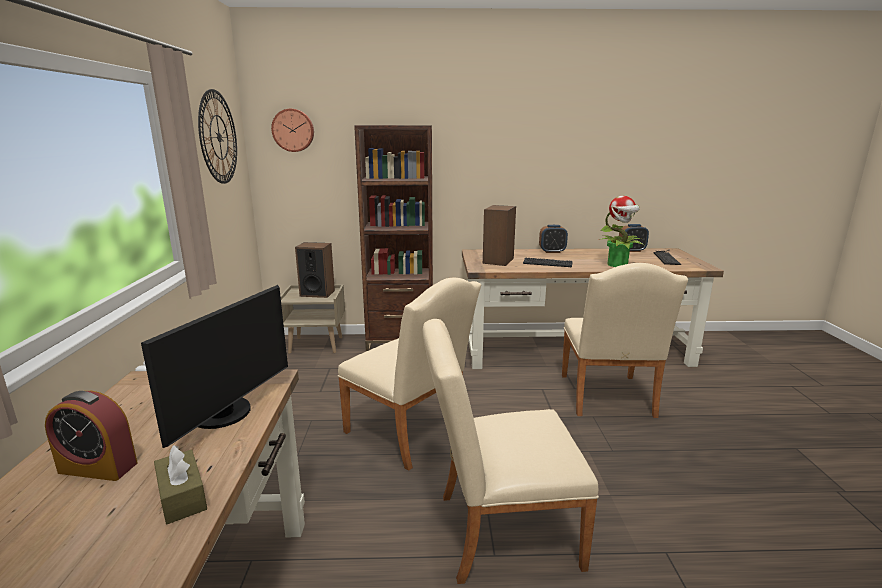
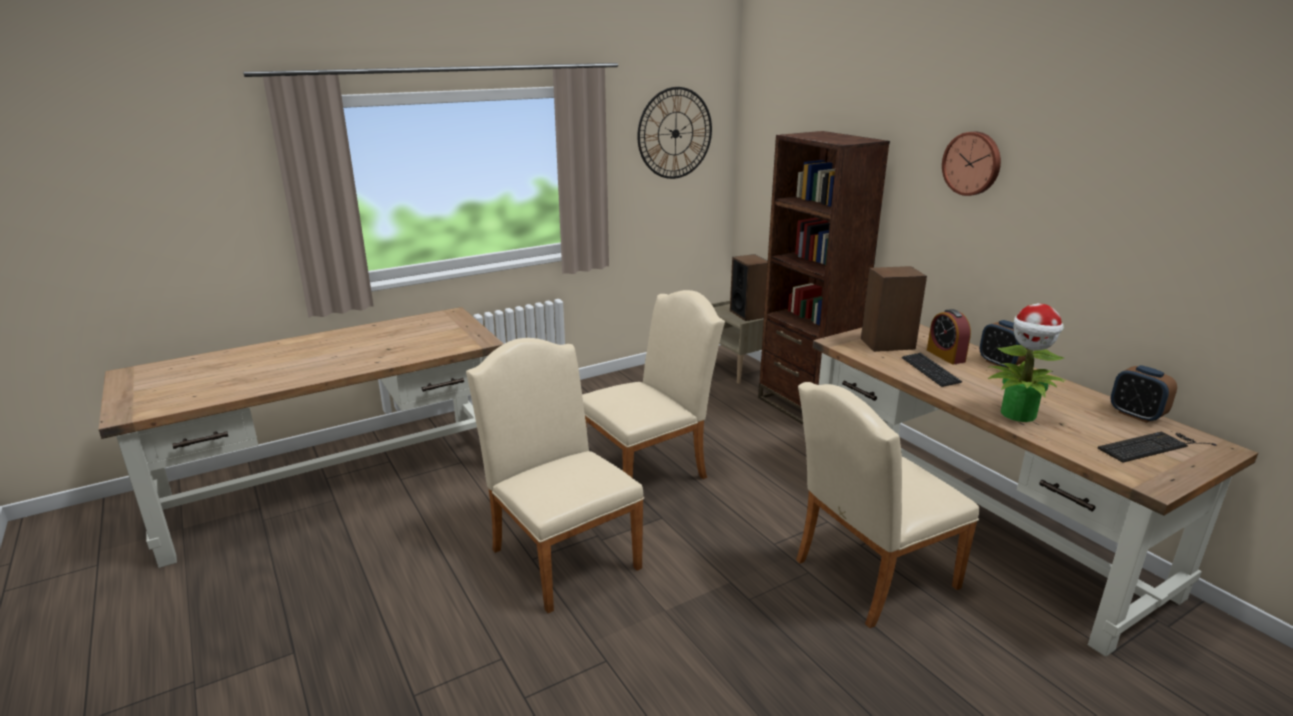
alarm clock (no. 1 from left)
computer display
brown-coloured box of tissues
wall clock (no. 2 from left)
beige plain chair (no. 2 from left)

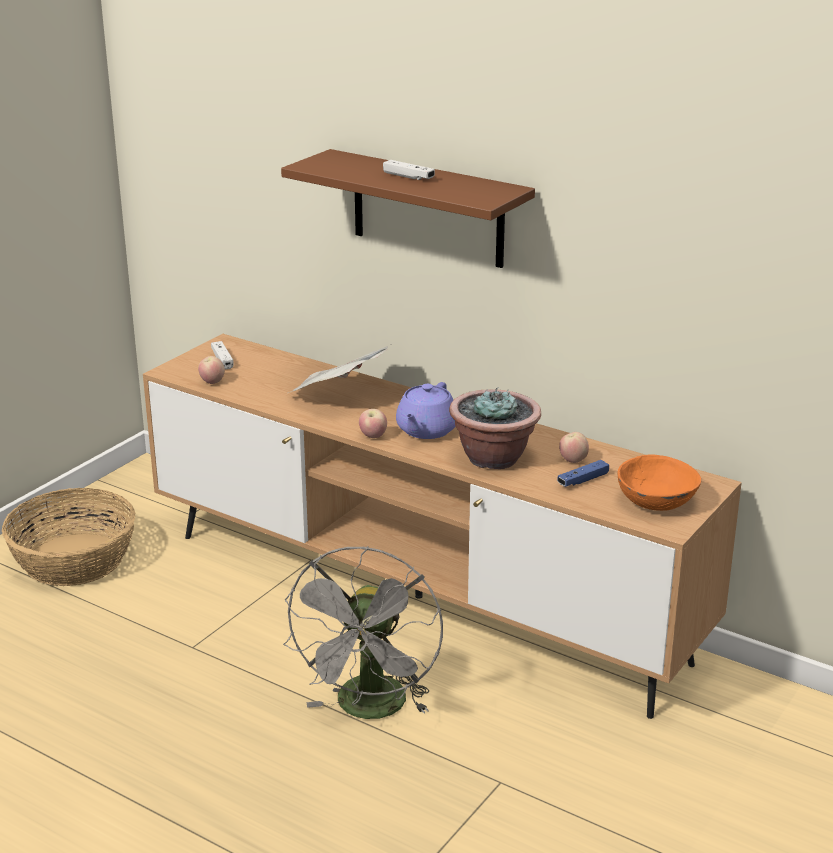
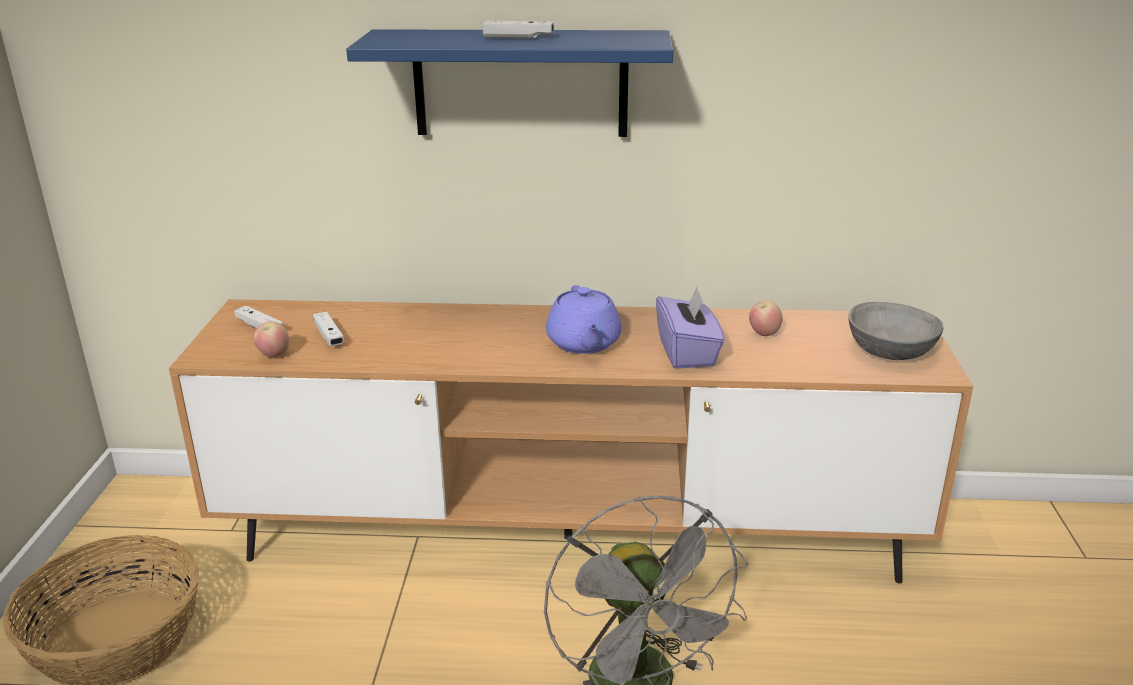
blue wall shelf
newspaper
apple (no. 2 from left in the first image)
purplish box of tissues
blue joypad
greyish bowl
whitish joypad (no. 2 from left)

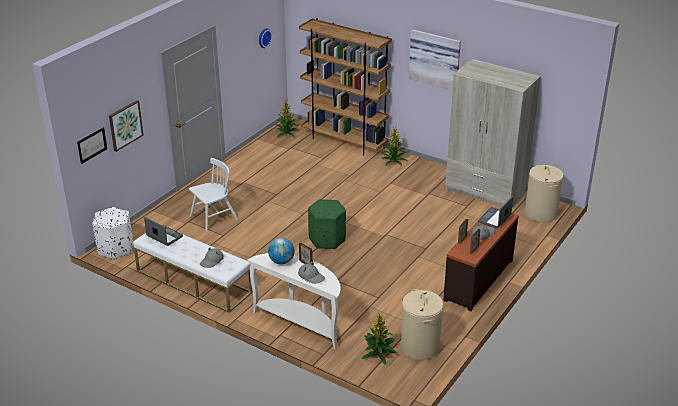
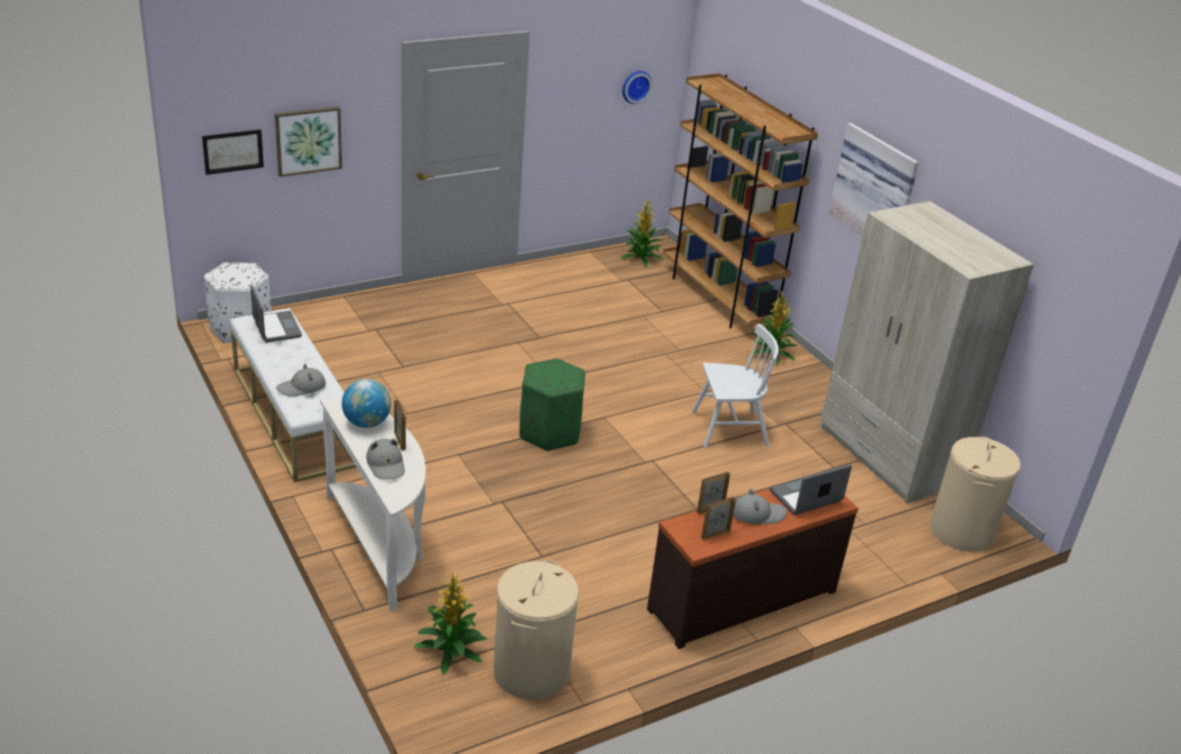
whitish plain chair

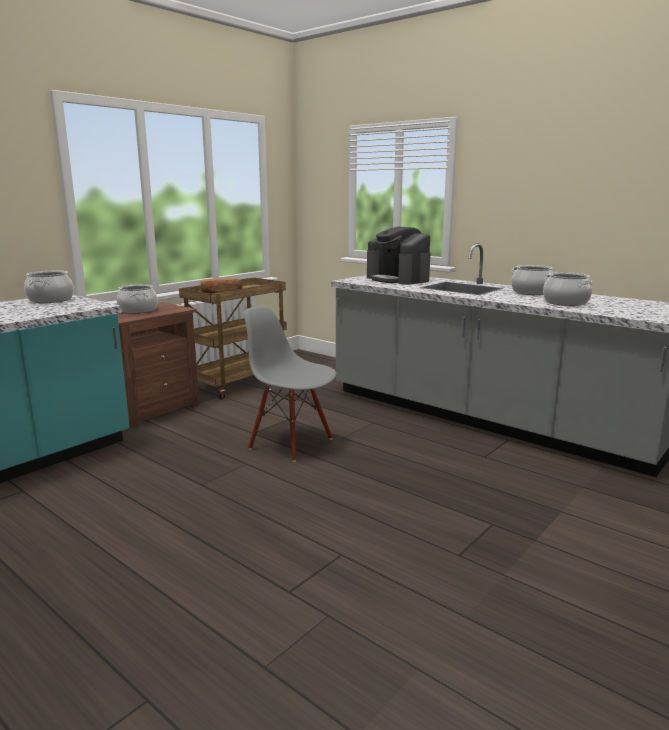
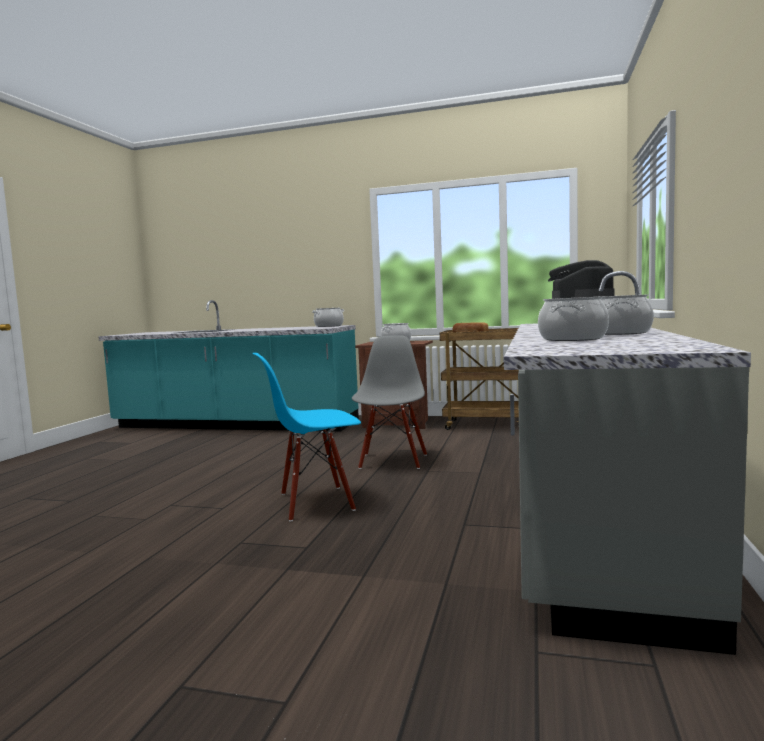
blue plain chair

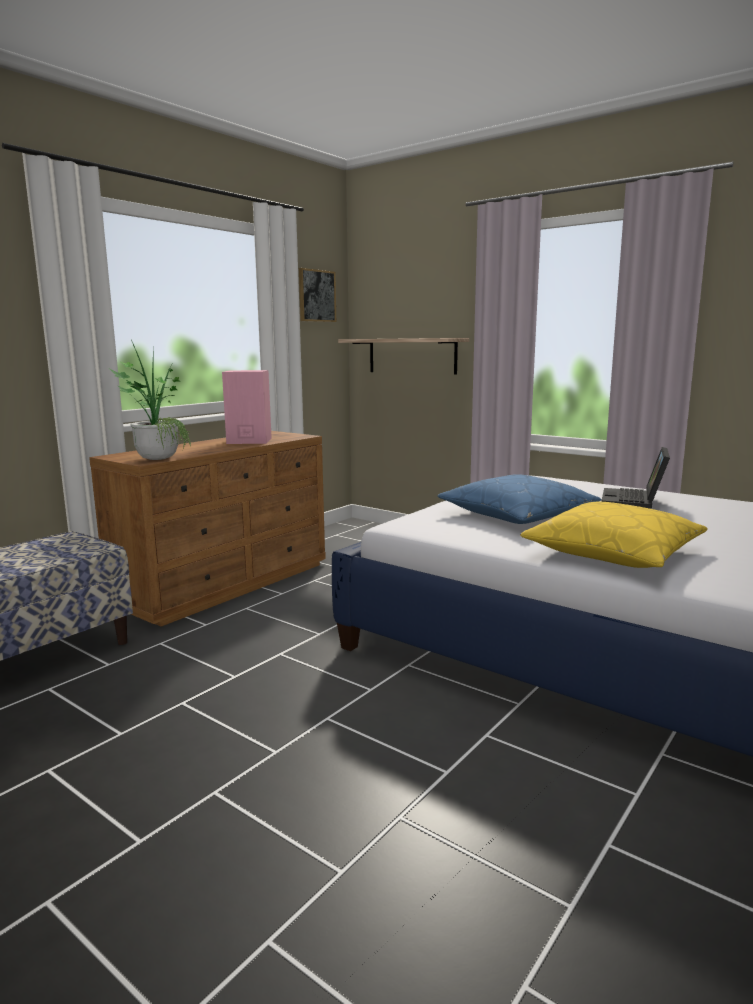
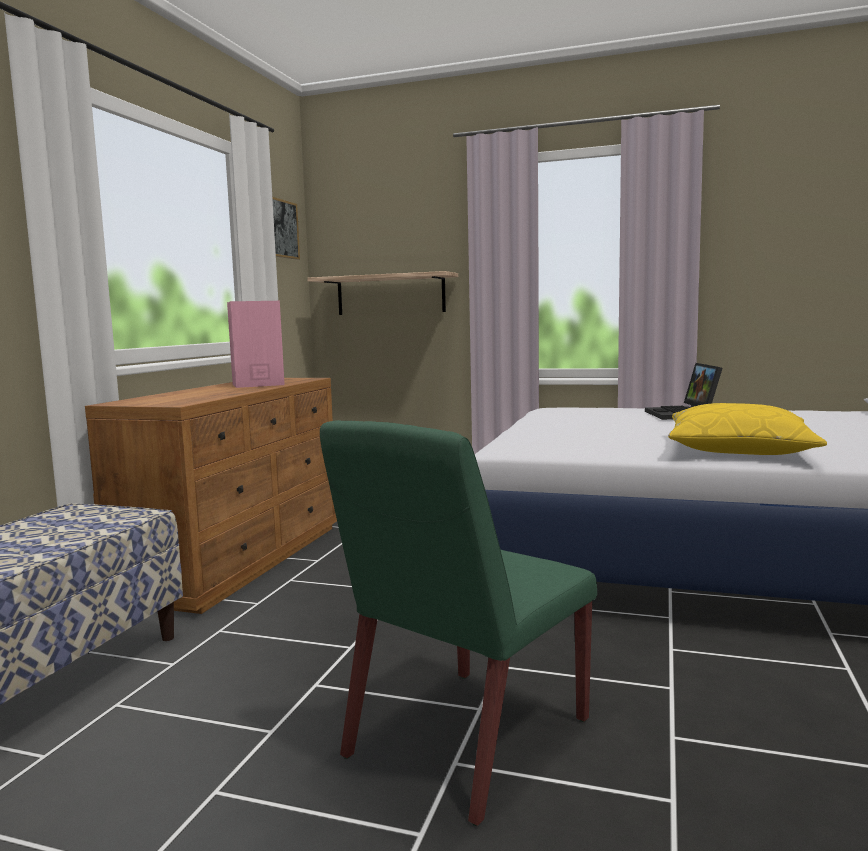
potted plant
blue cushion
green-coloured plain chair

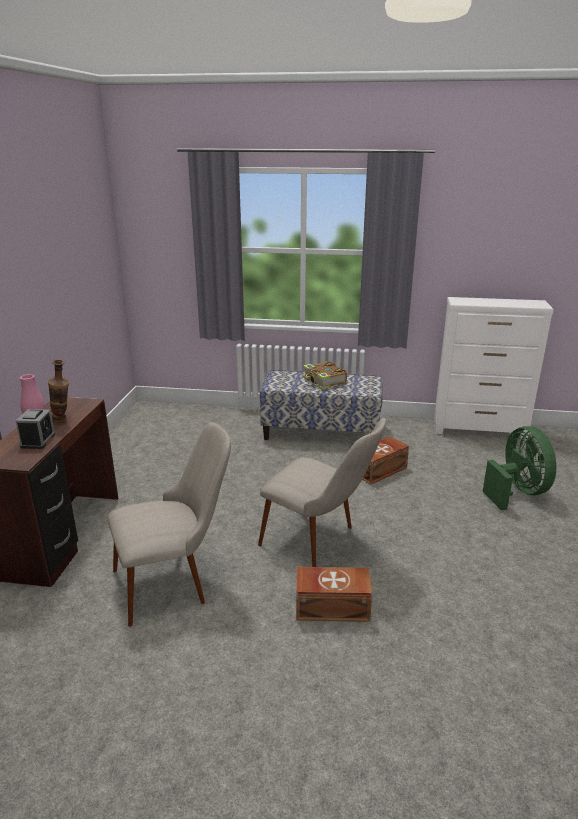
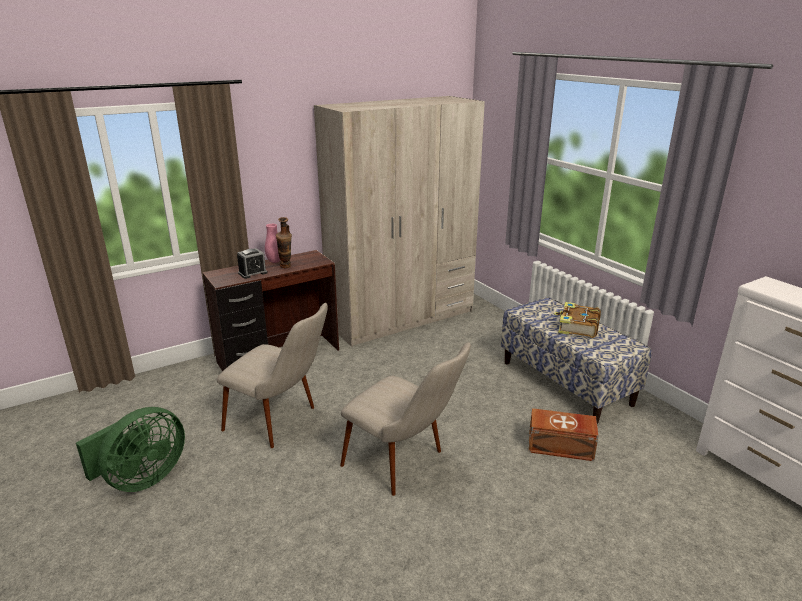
beige plain chair (no. 2 from left)
brown-coloured storage container (no. 1 from left in the first image)
green-coloured fan
beige wardrobe

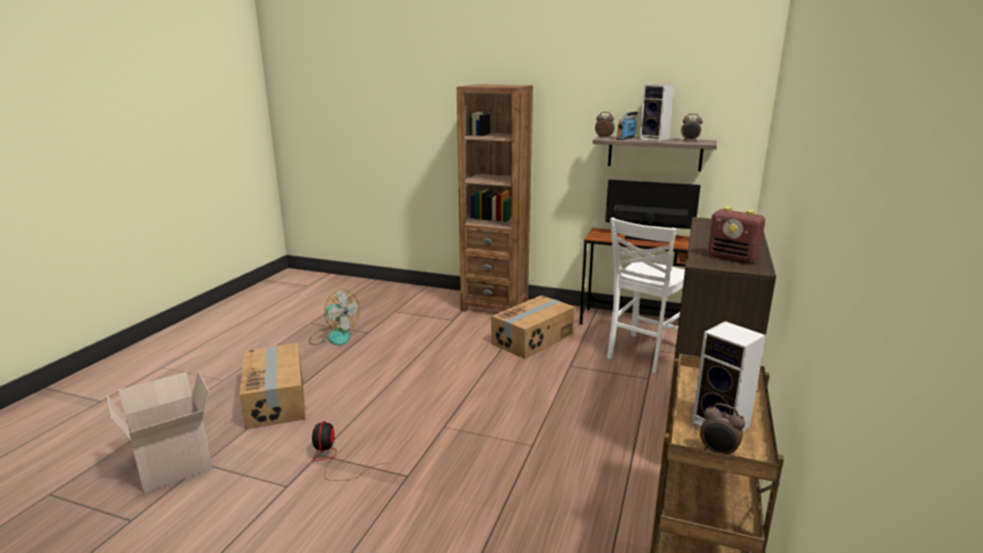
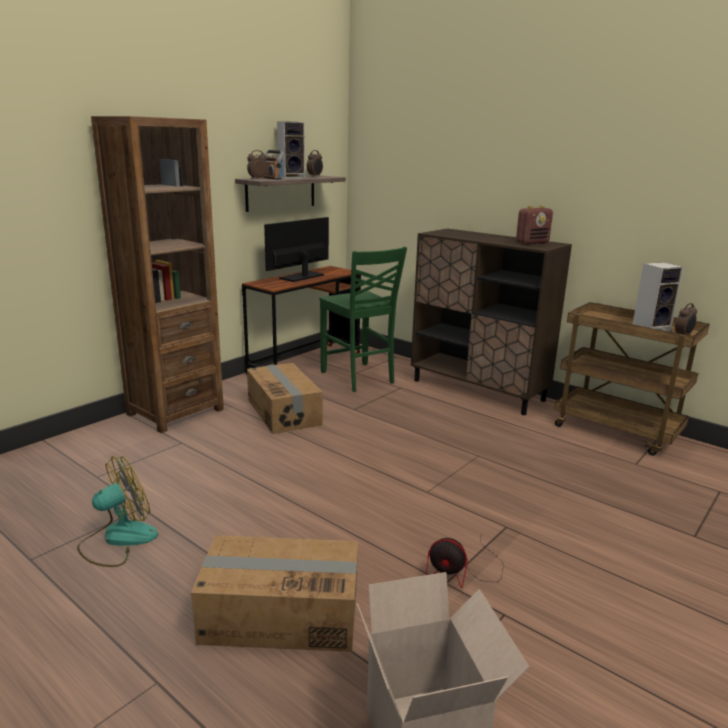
green-coloured plain chair

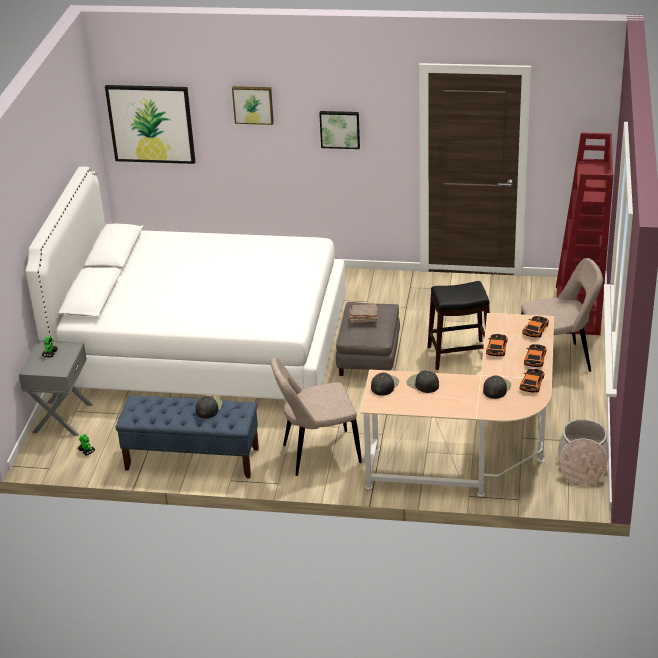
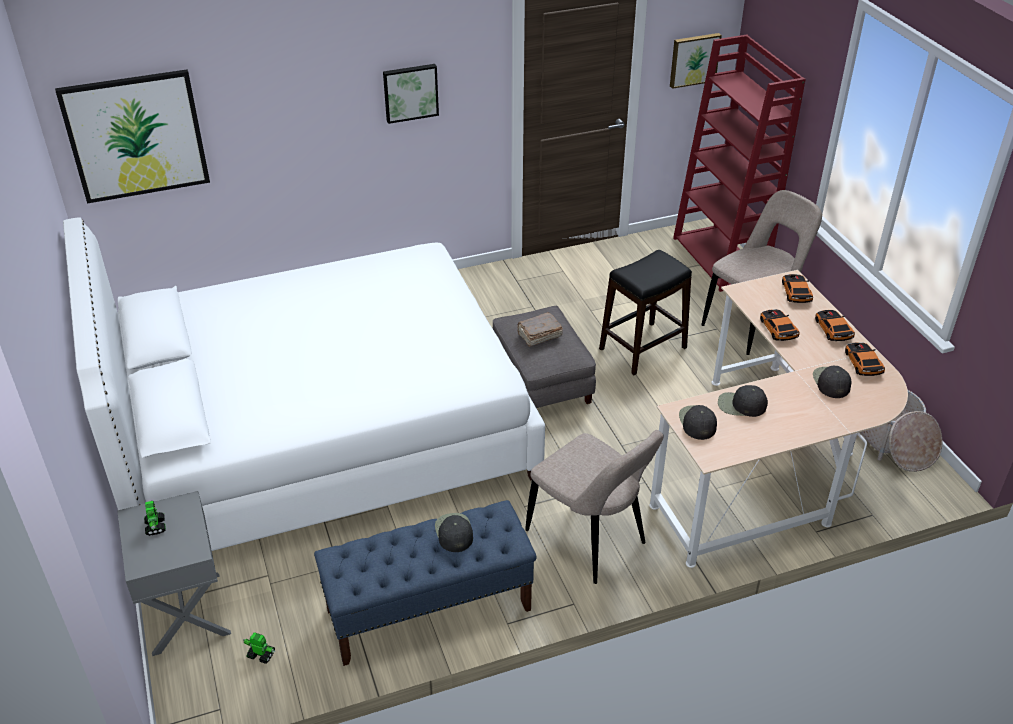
wall art (no. 3 from left)
beige plain chair (no. 1 from left)

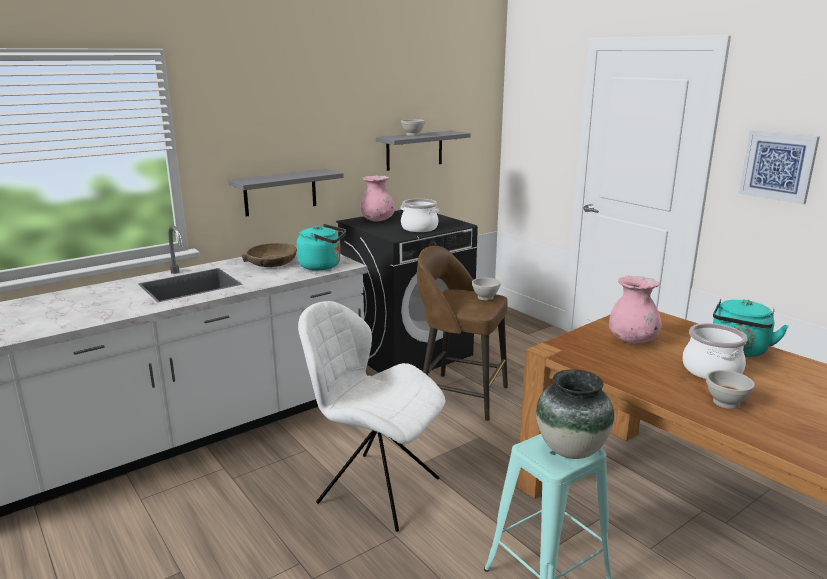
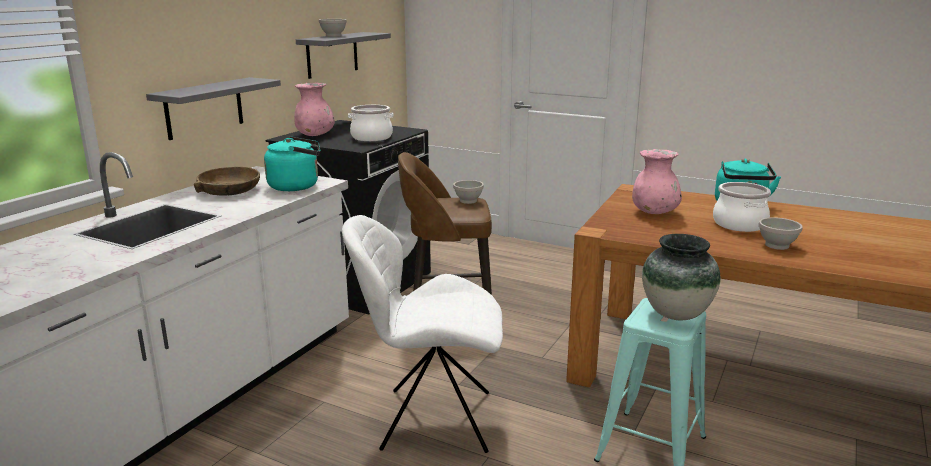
wall art

